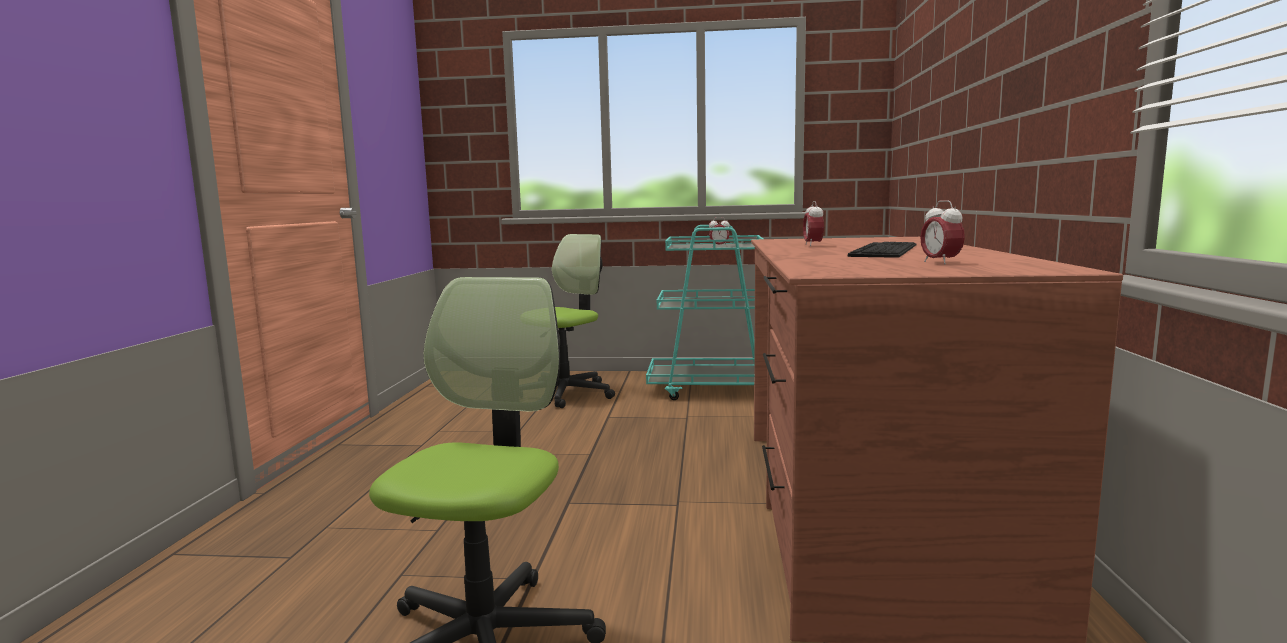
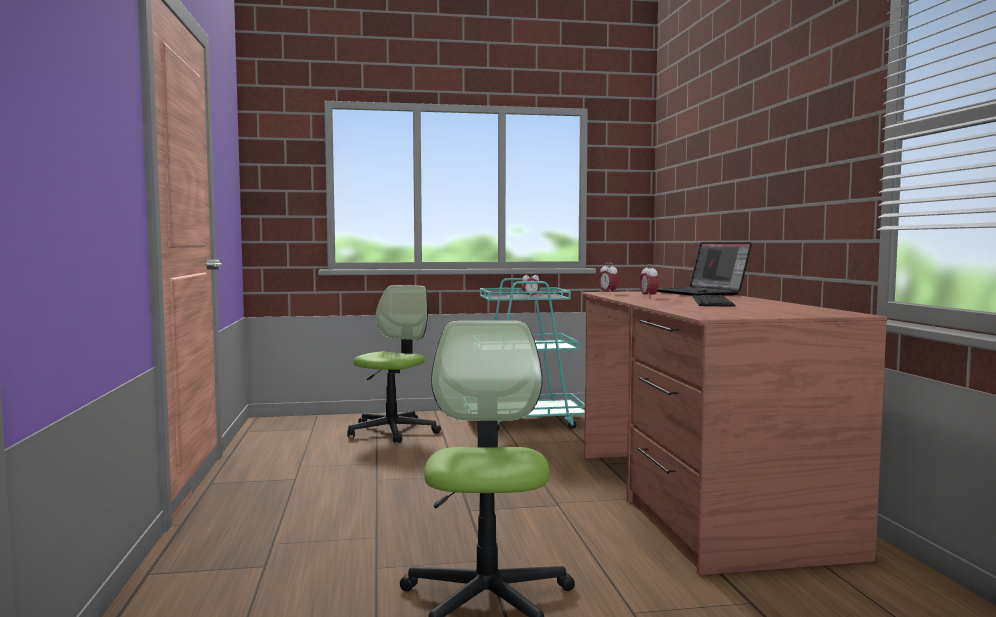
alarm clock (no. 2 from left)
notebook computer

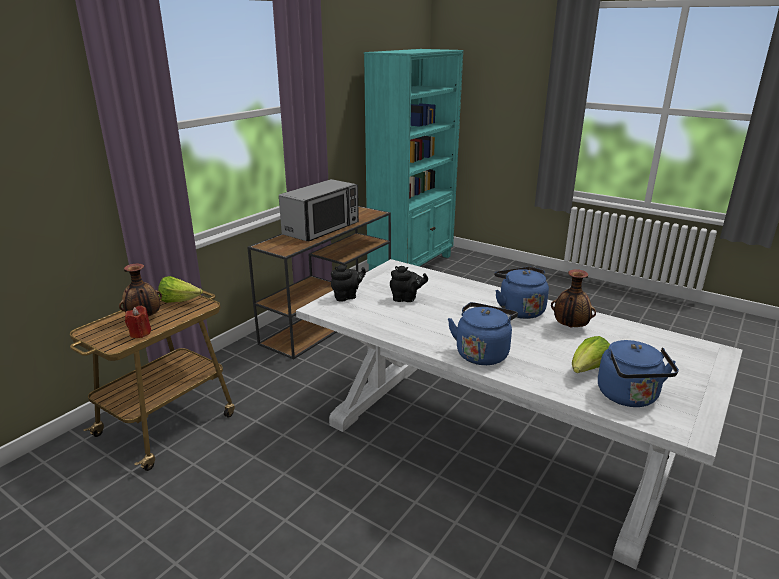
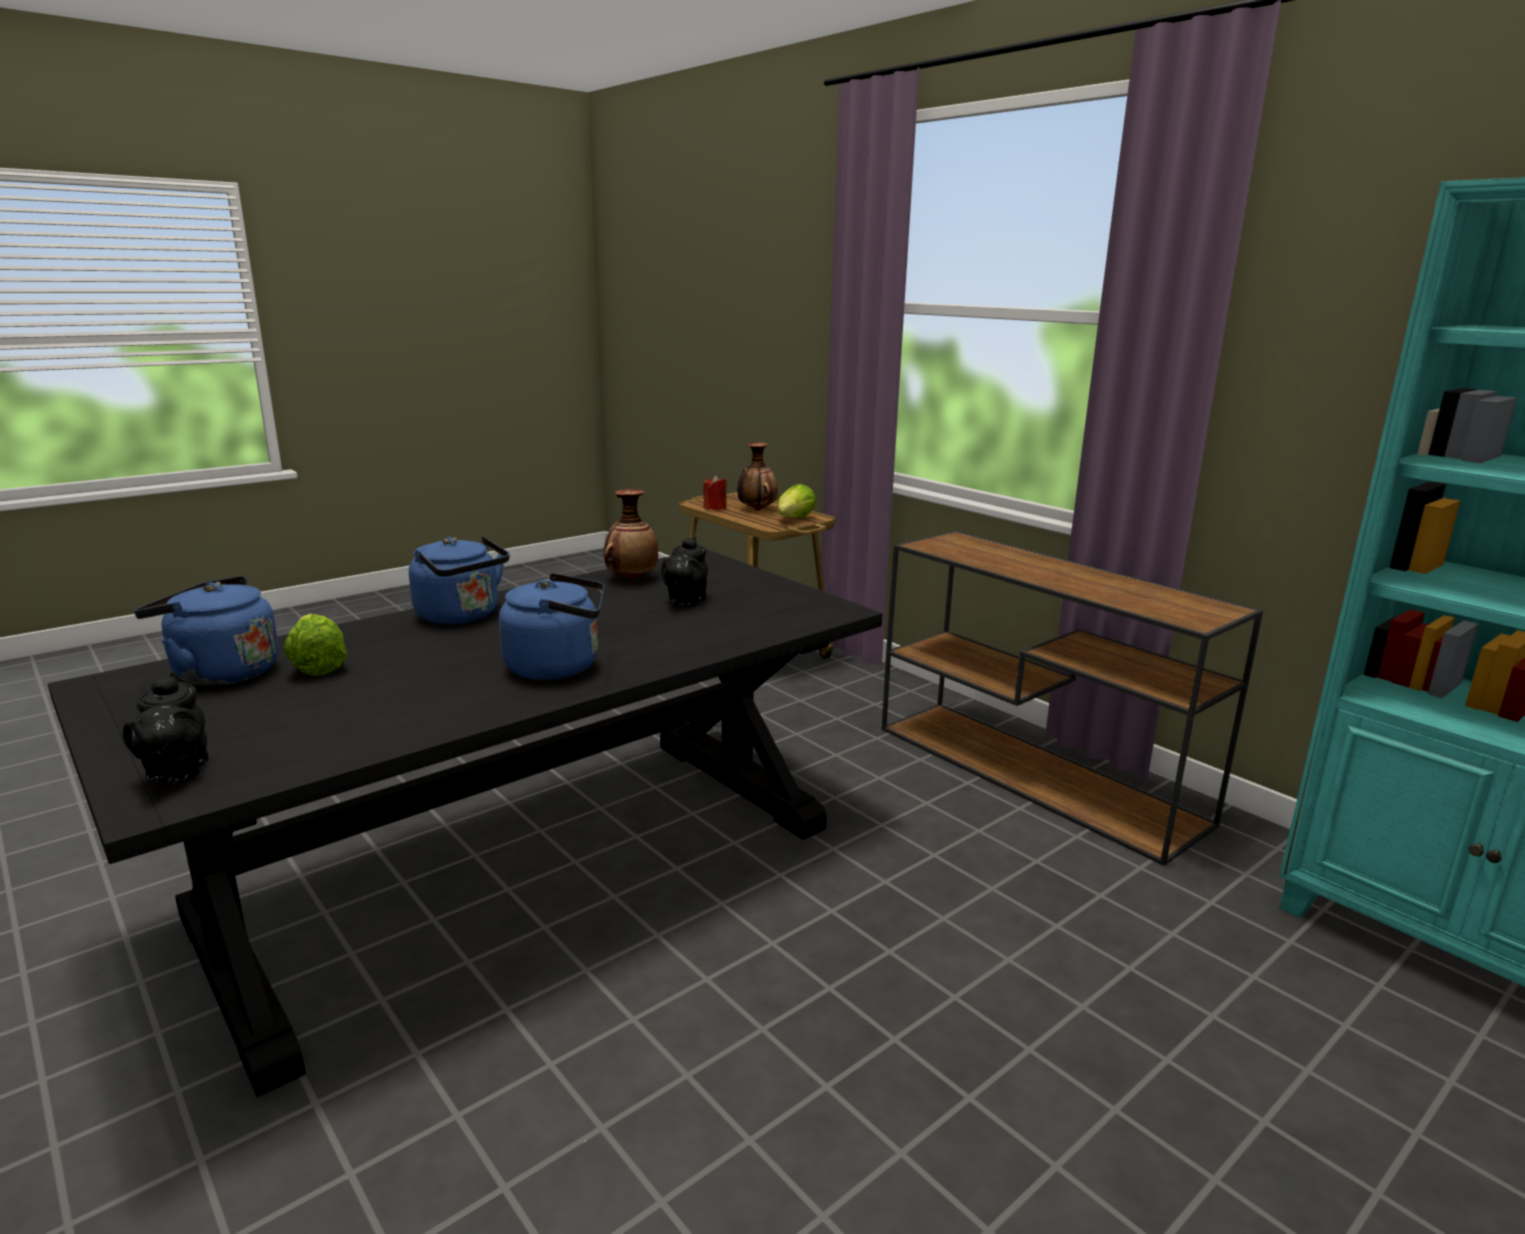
microwave oven
blackish dinner table
blackish tea pot (no. 1 from left)
flower vase (no. 1 from left)

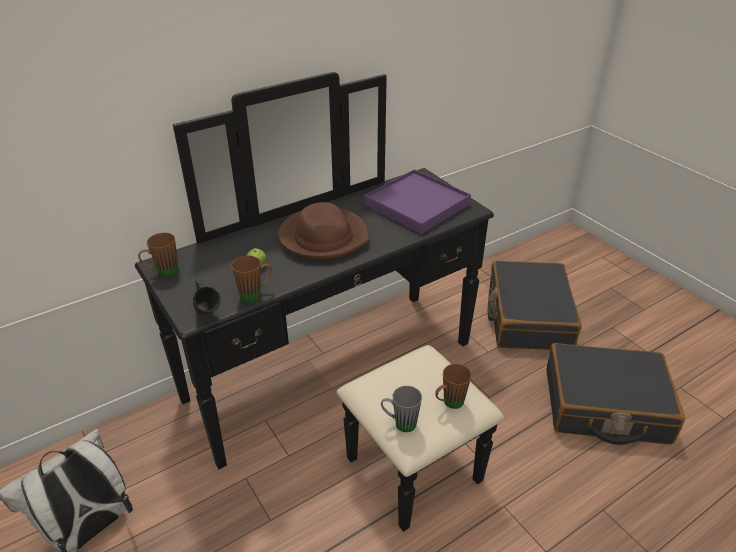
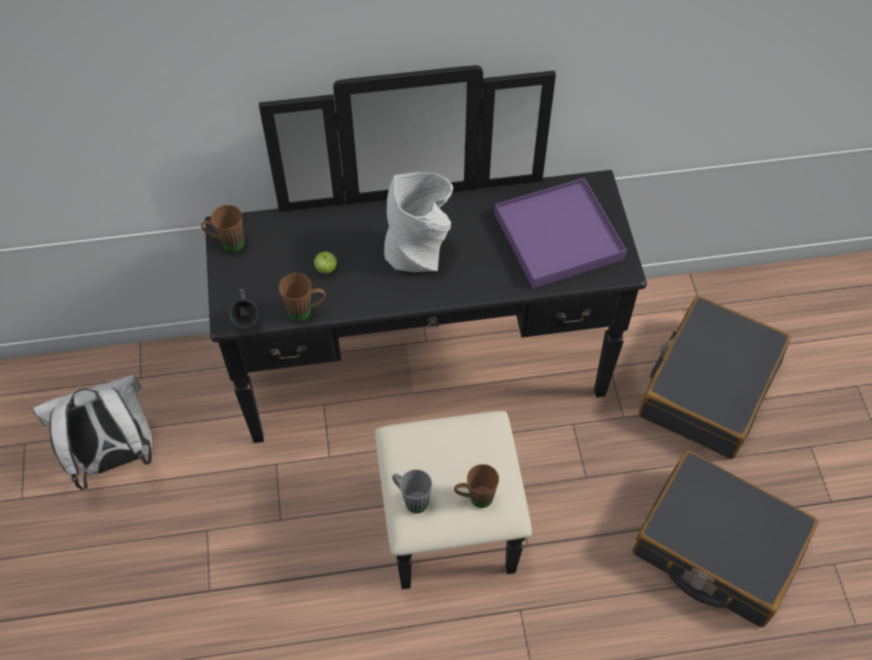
greyish flower vase

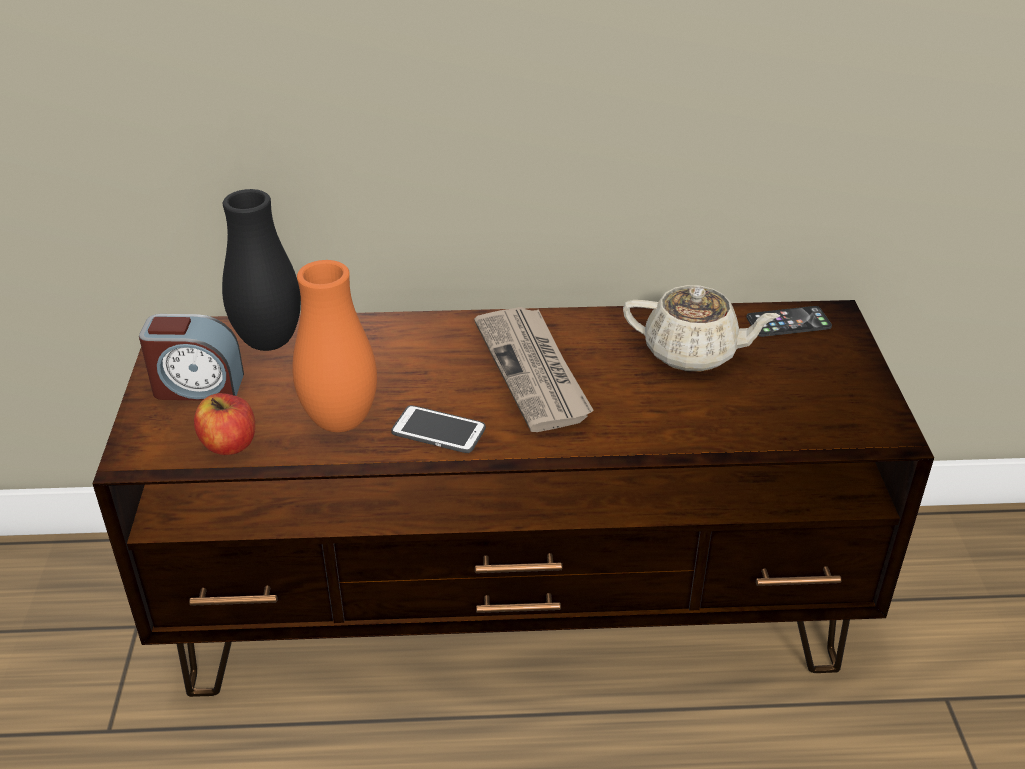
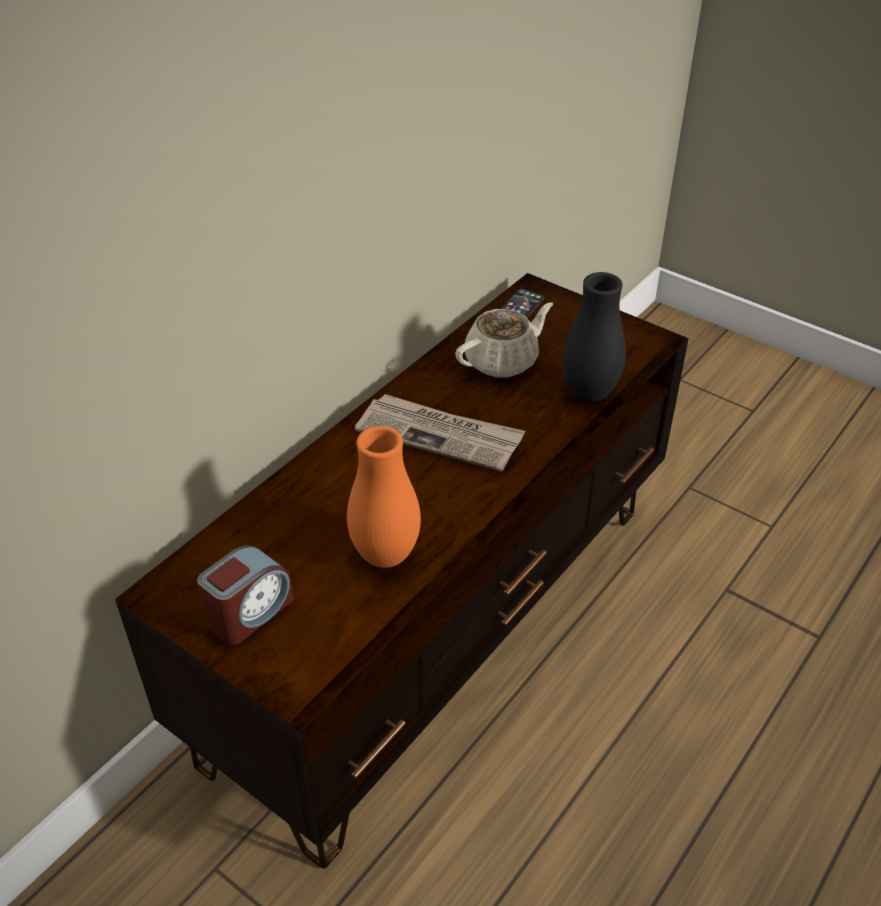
apple
blackish flower vase
phone (no. 1 from left in the first image)

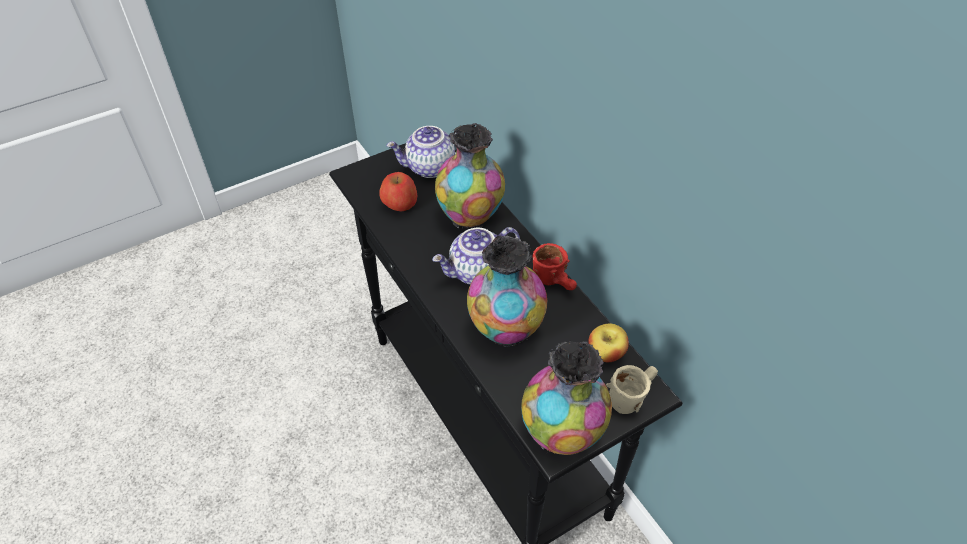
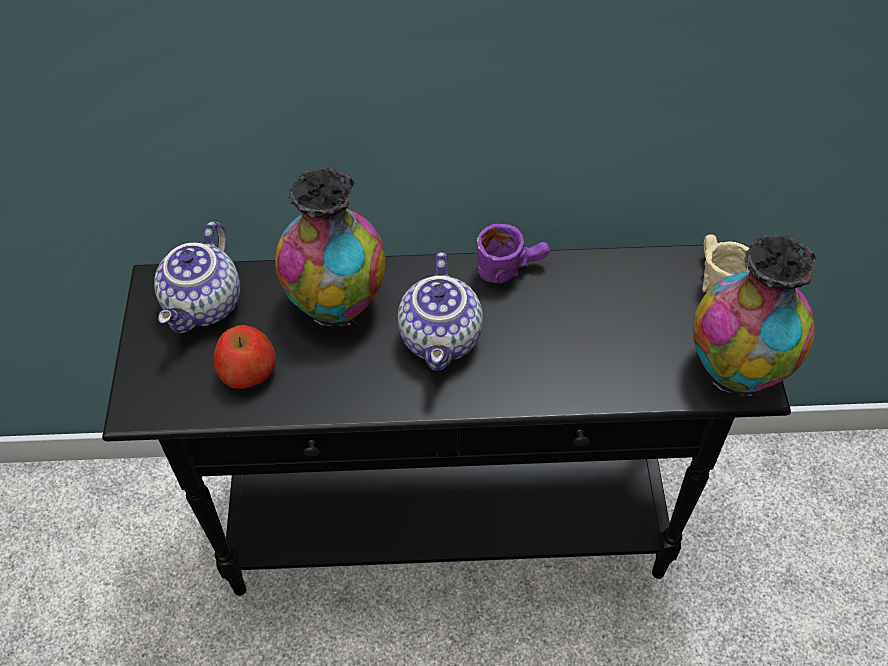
flower vase (no. 2 from left in the first image)
purplish tea mug
apple (no. 2 from left in the first image)

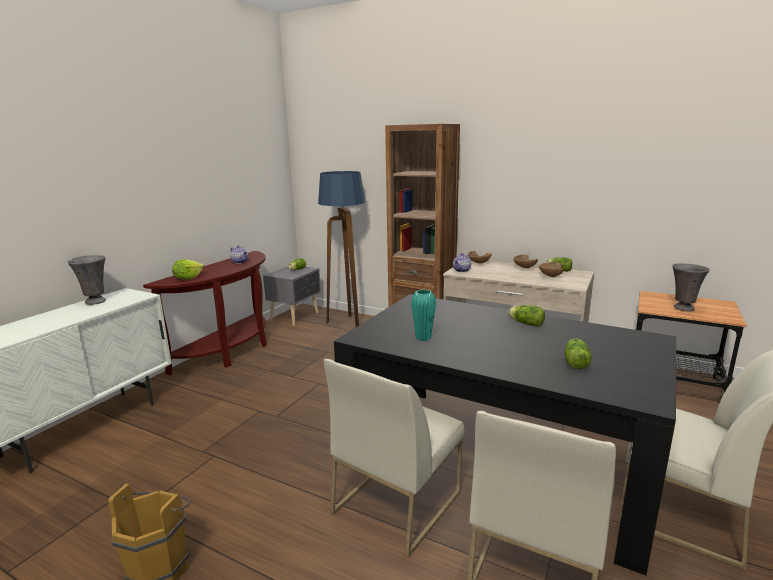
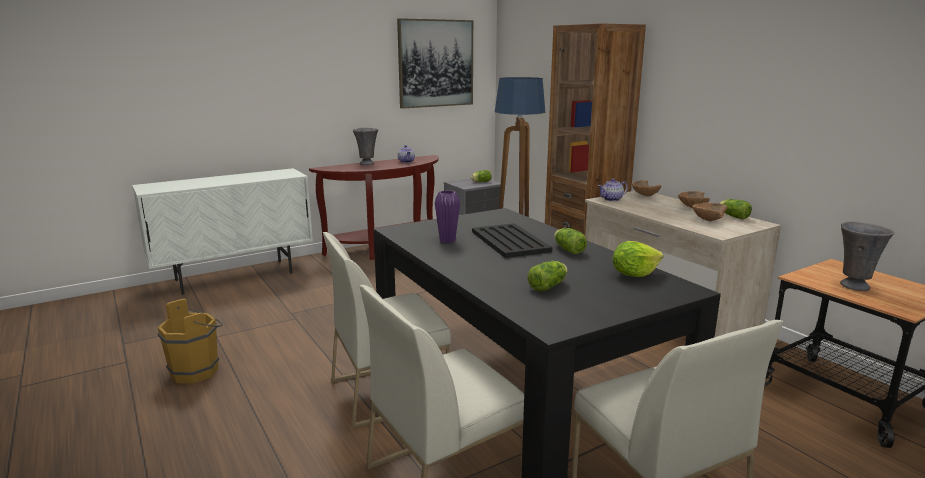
greyish flower vase (no. 1 from left)
lettuce head (no. 4 from left)
purplish flower vase
wall art
blackish carrying tray

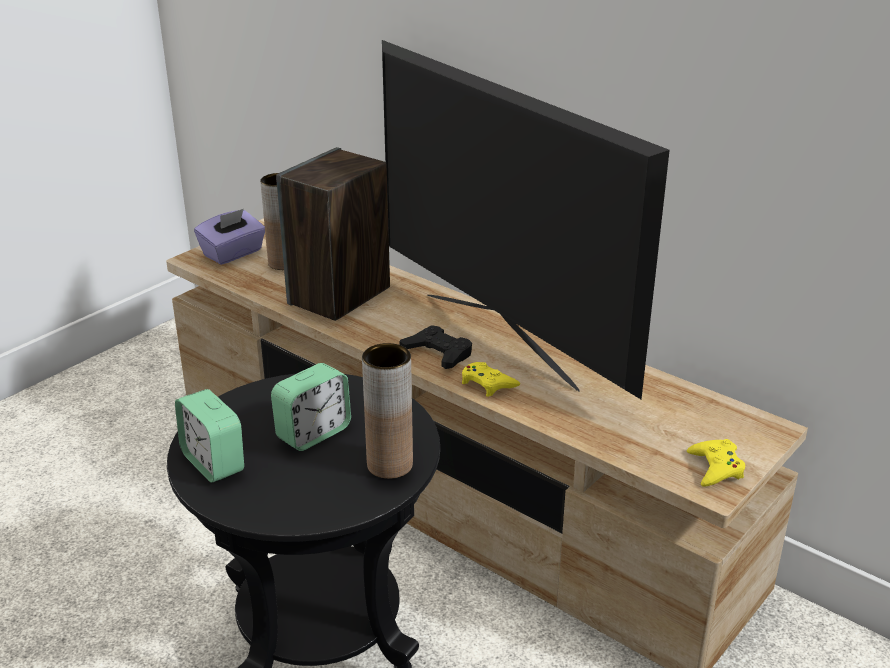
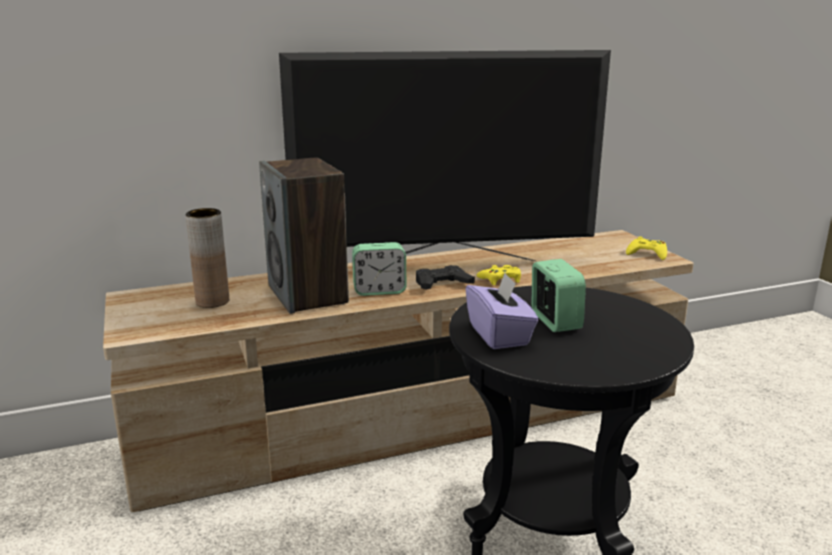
alarm clock (no. 1 from left)
purplish box of tissues
brown-coloured flower vase (no. 2 from left in the first image)

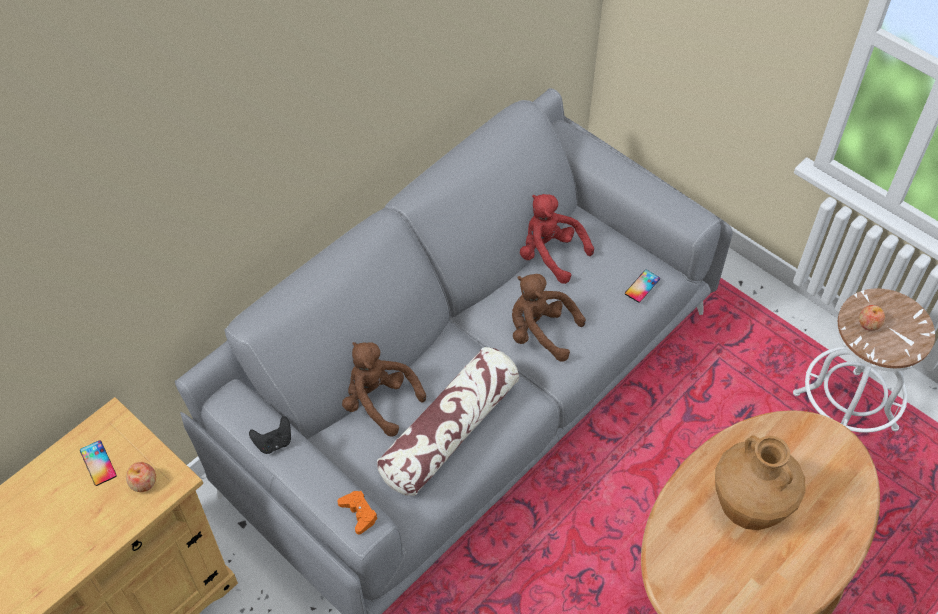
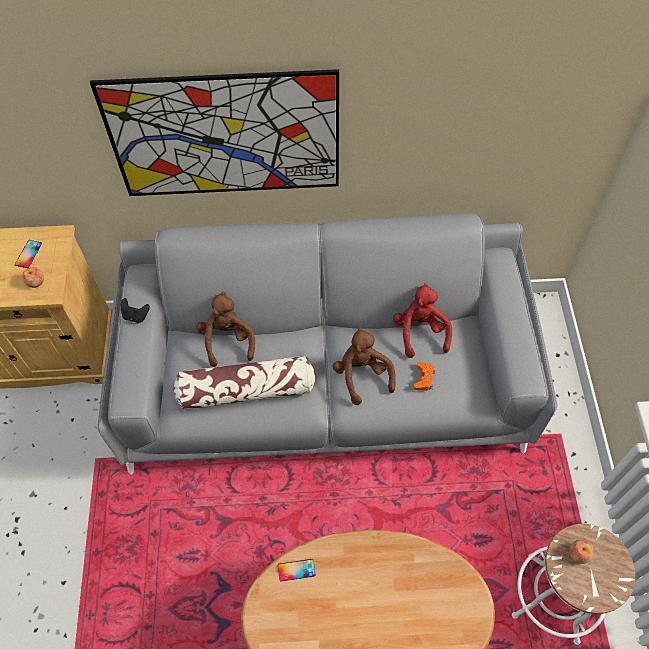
orangey joypad
phone (no. 2 from left)
brown-coloured flower vase
wall art

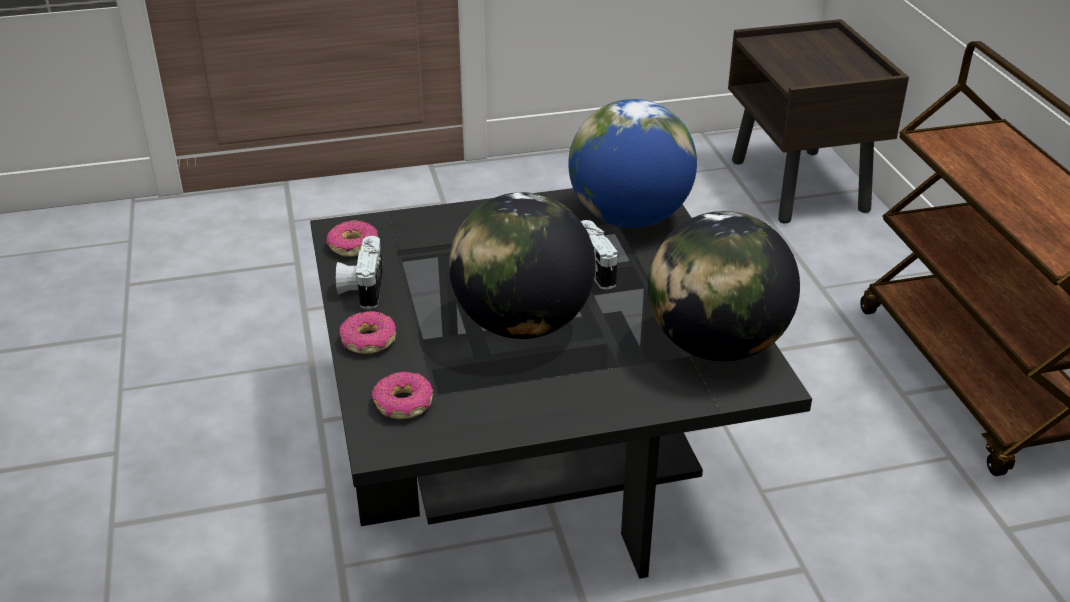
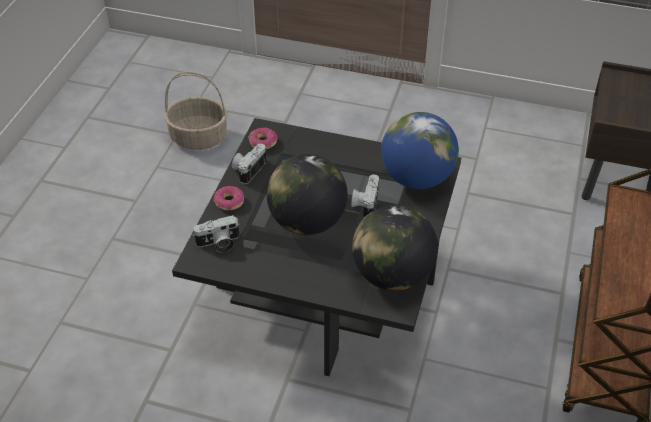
photo camera (no. 1 from left)
storage basket

